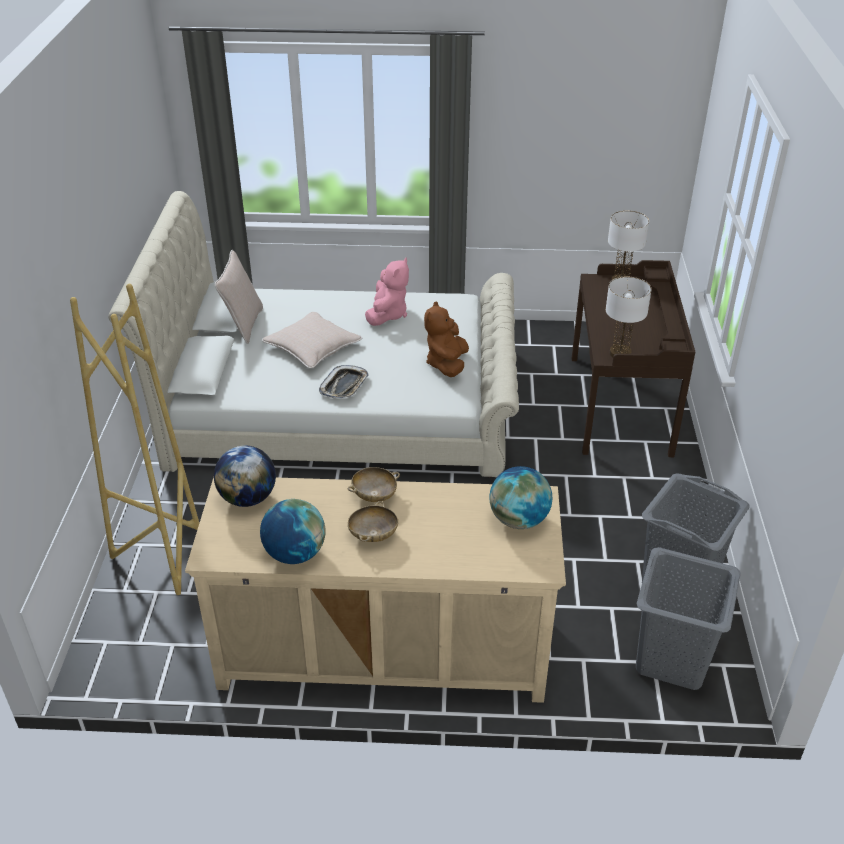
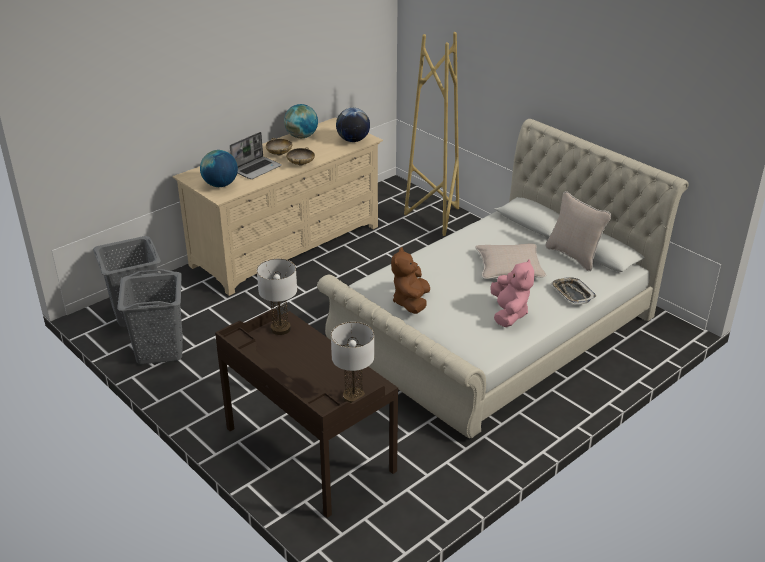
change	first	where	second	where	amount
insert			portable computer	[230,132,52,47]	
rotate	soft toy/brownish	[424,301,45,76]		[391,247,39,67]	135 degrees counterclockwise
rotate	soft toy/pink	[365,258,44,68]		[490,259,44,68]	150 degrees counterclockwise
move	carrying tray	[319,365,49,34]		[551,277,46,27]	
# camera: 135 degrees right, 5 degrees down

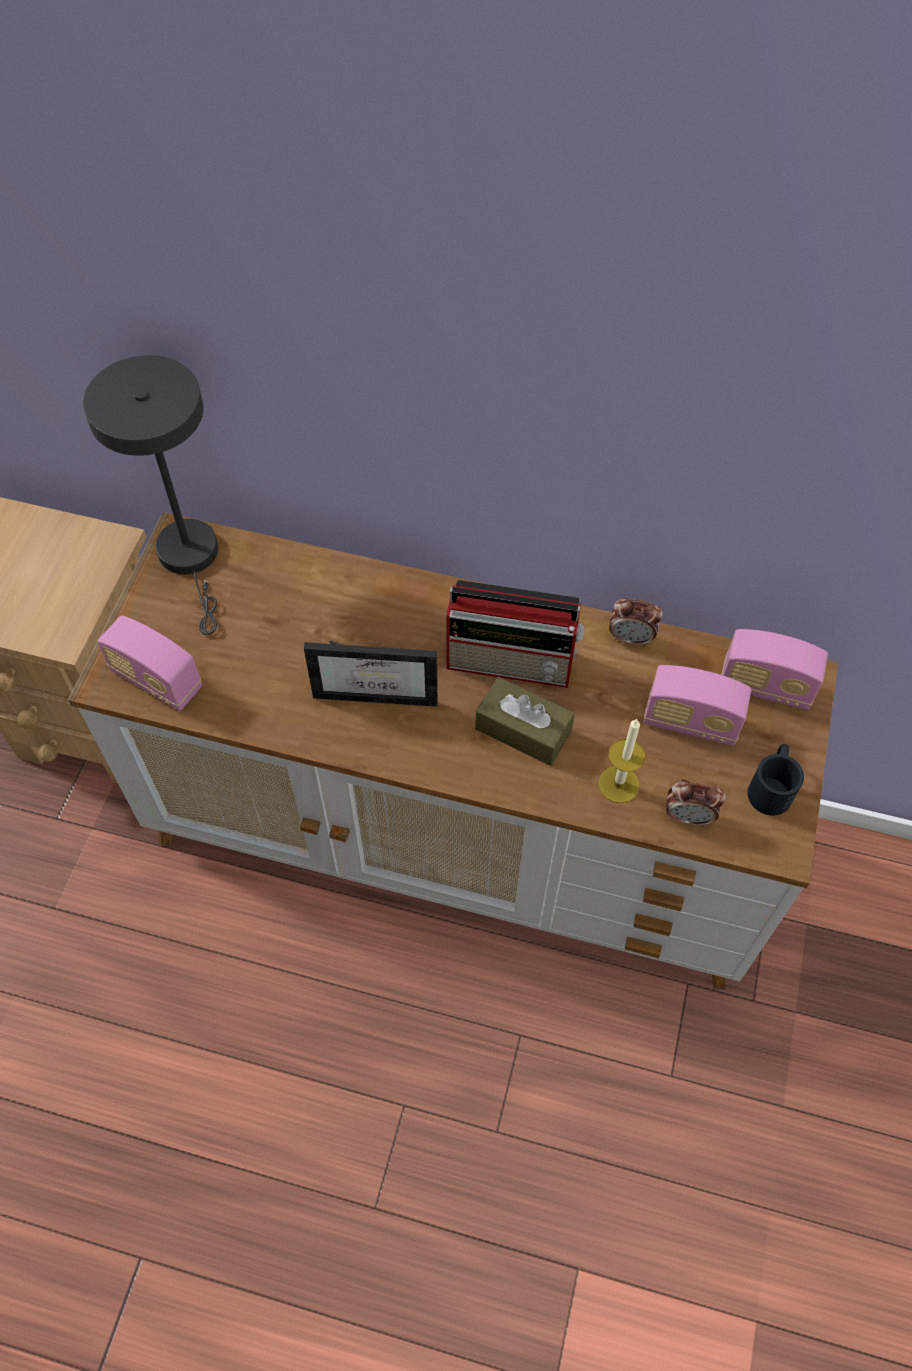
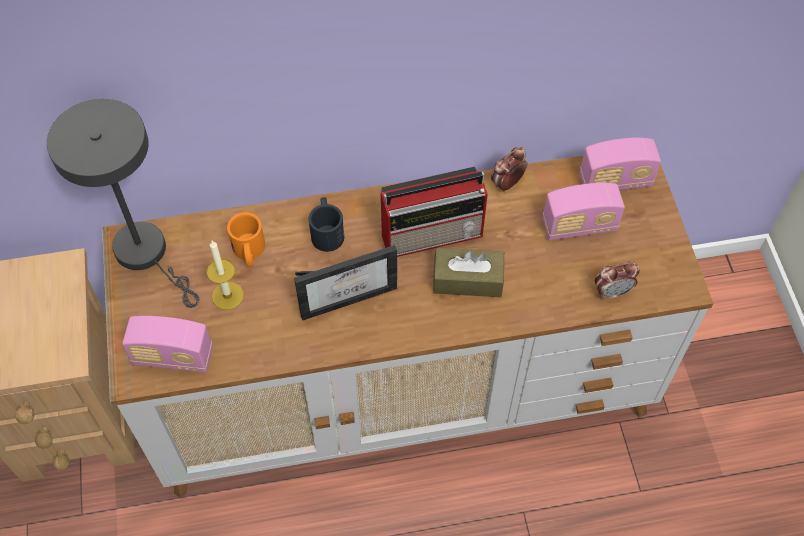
change	first	where	second	where	amount
move	candle	[598,719,47,84]		[207,241,37,69]	
insert			coffee mug/orange	[227,212,38,55]	
move	coffee mug/black	[748,744,56,72]		[309,197,35,55]	
rotate	bedside clock	[609,598,54,49]		[491,147,37,45]	150 degrees clockwise
# camera: 25 degrees left, 0 degrees up

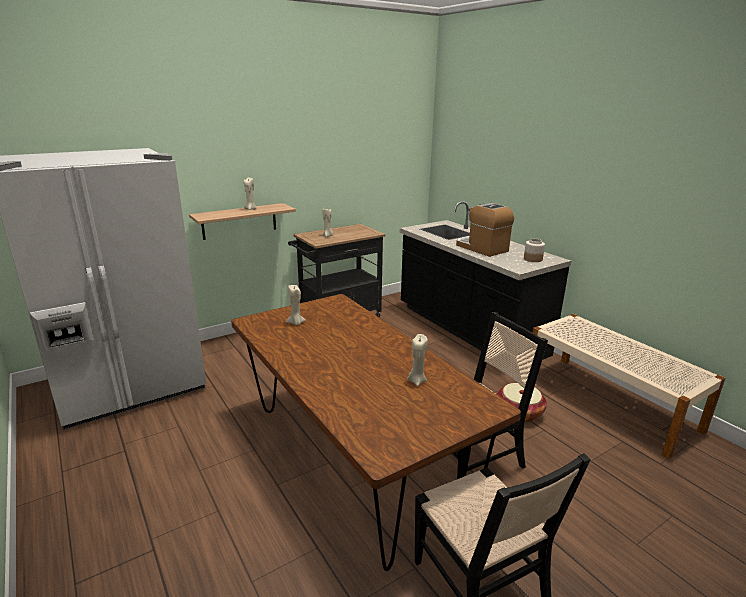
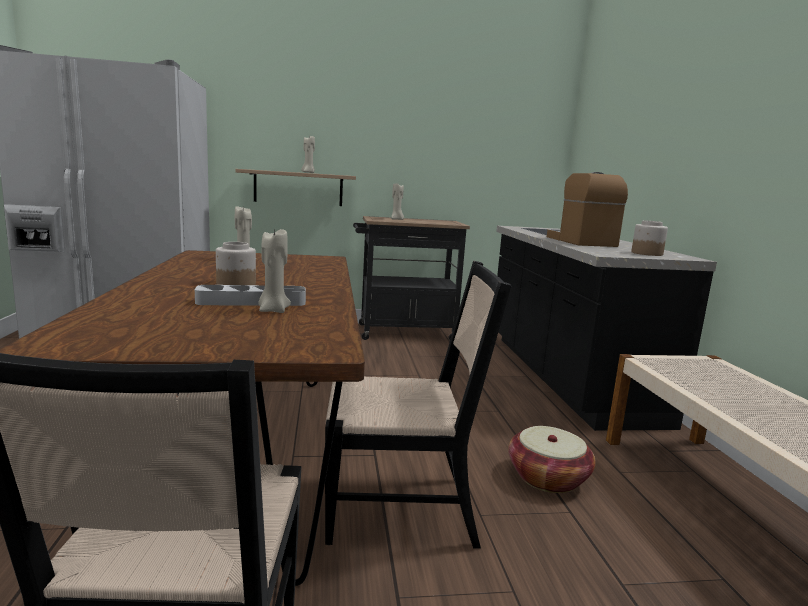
change	first	where	second	where	amount
insert			carrying tray/gray	[195,285,111,21]	
insert			preserve jar	[216,242,40,43]	
# camera: 25 degrees right, 10 degrees down

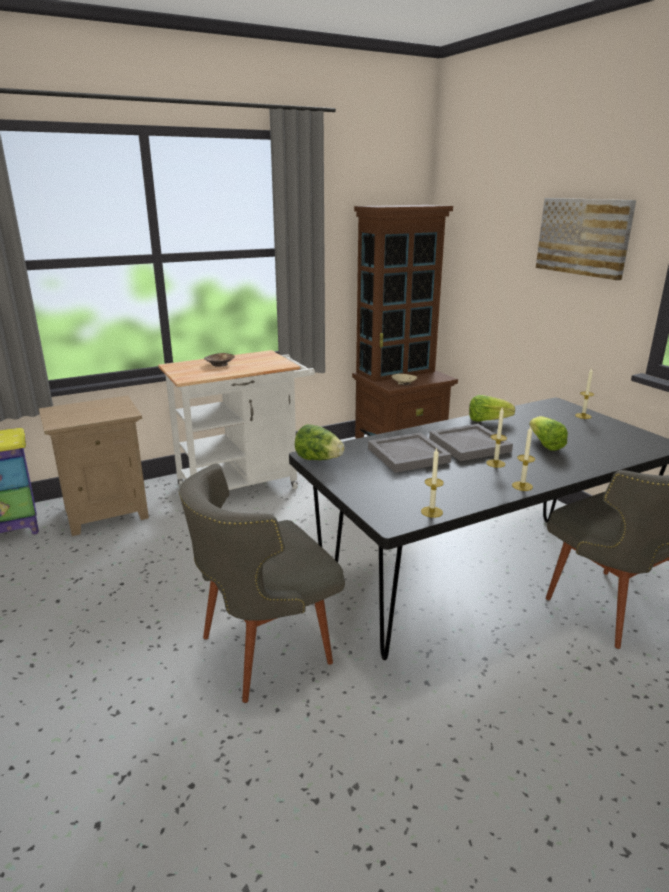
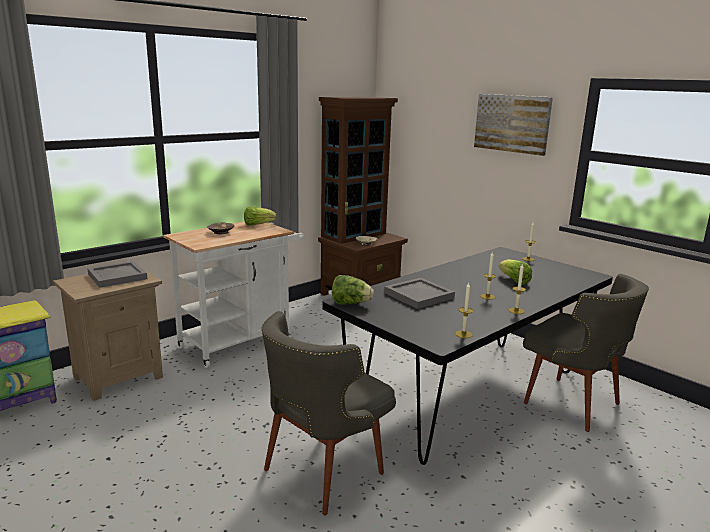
change	first	where	second	where	amount
move	carrying tray/gray	[429,424,84,37]		[87,261,60,27]	
move	head of lettuce	[469,395,46,27]		[244,206,33,19]	
# camera: 15 degrees left, 5 degrees down

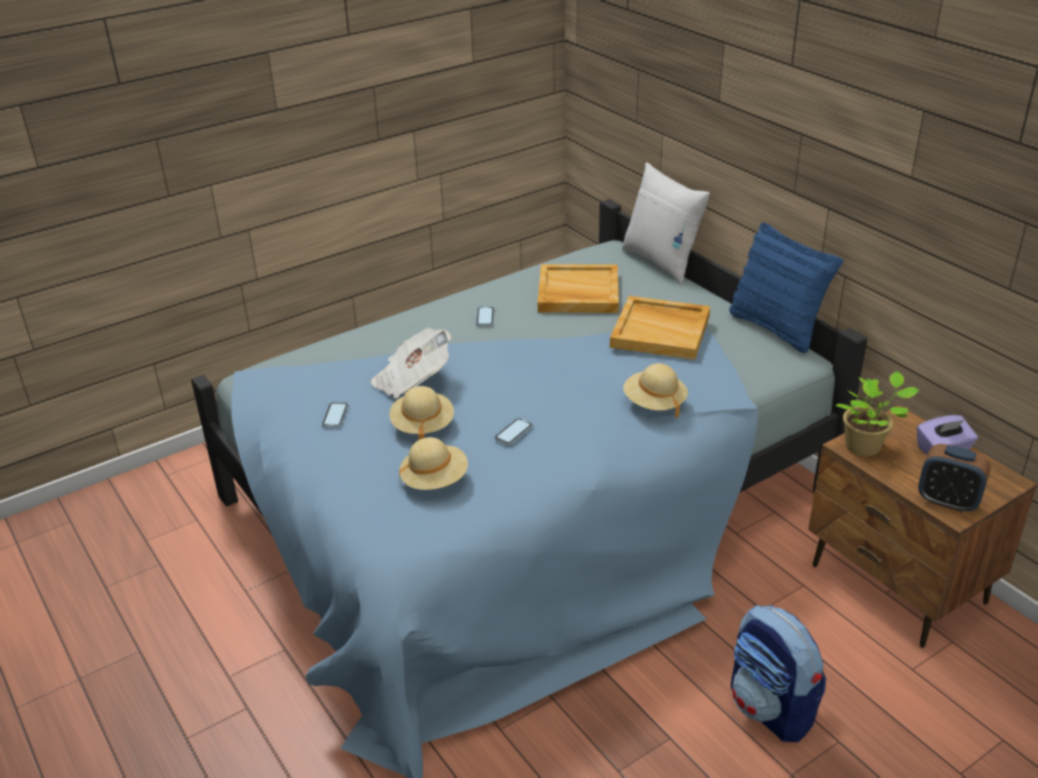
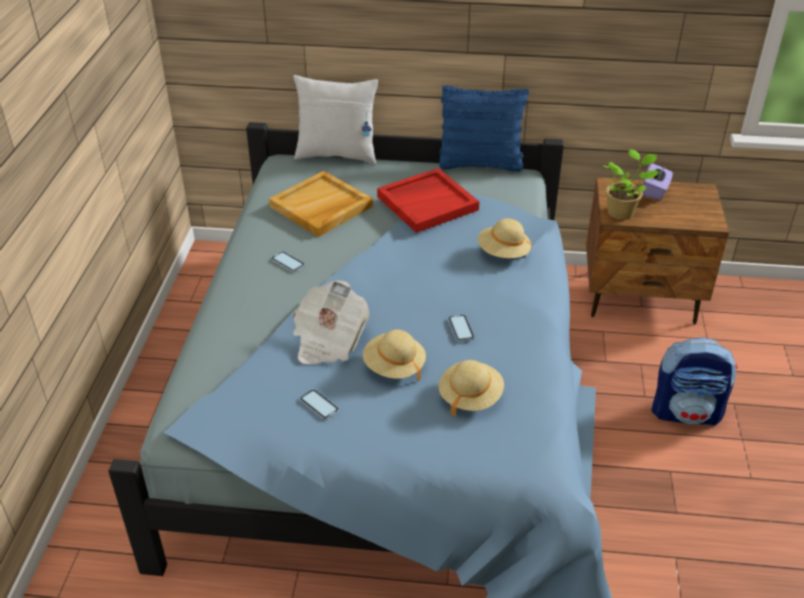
change	first	where	second	where	amount
recolor	carrying tray/sand-coloured	[610,296,100,64]	carrying tray/reddish	[377,168,102,65]	
delete	bedside clock	[918,444,73,69]			
# camera: 50 degrees left, 5 degrees up

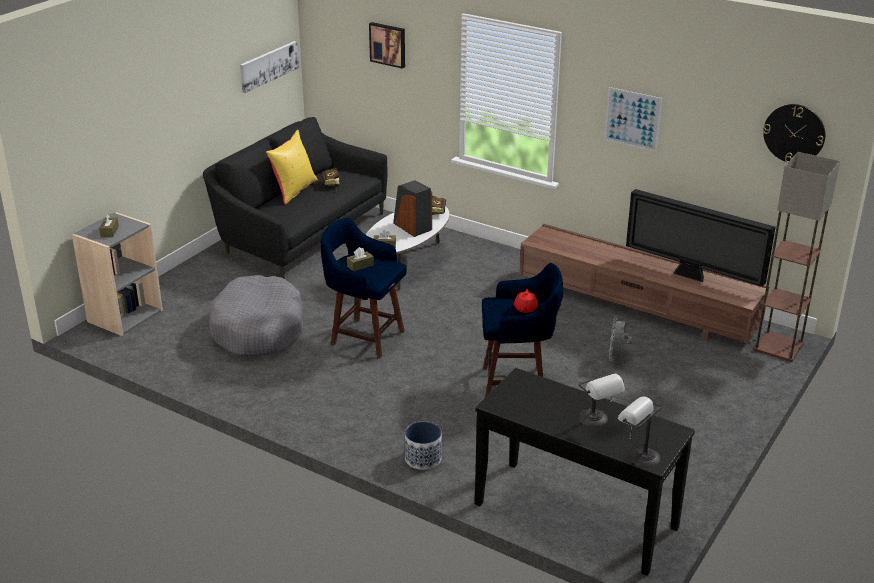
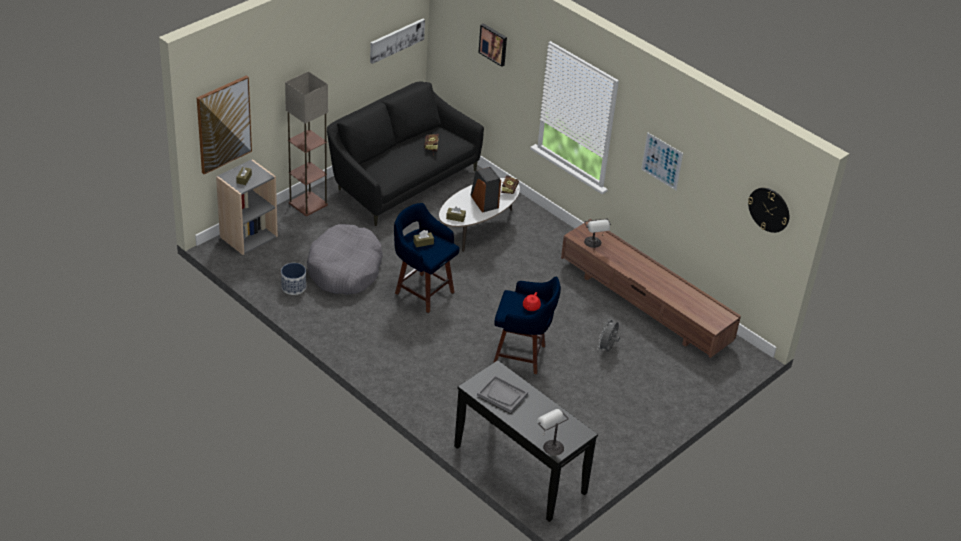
change	first	where	second	where	amount
insert			wall art	[197,75,55,99]	
move	flower pot	[405,421,37,49]		[281,263,25,32]	
move	standing lamp	[754,152,86,210]		[285,71,43,145]	
insert			carrying tray/gray	[477,375,51,38]	
move	lamp for a table	[578,373,47,54]		[584,219,27,29]	
delete	pillow/yellow-coloured	[266,130,52,74]			
delete	TV set	[626,189,150,97]			
# camera: 10 degrees right, 10 degrees up

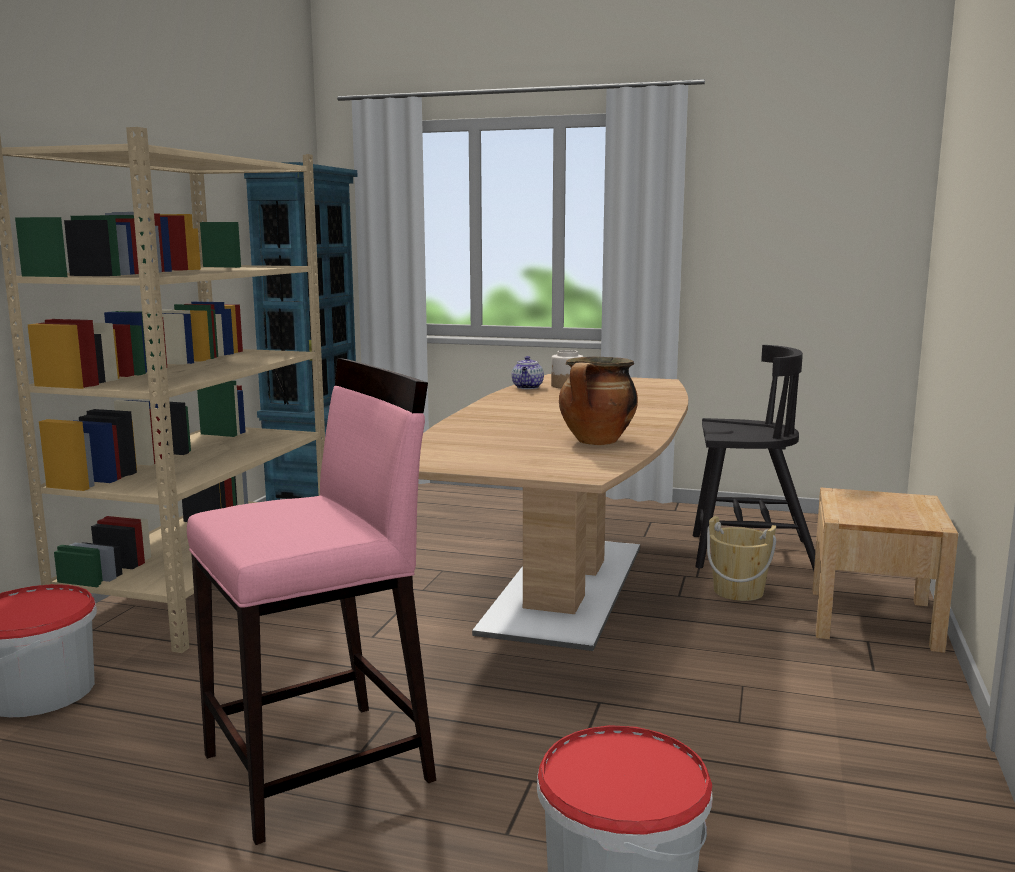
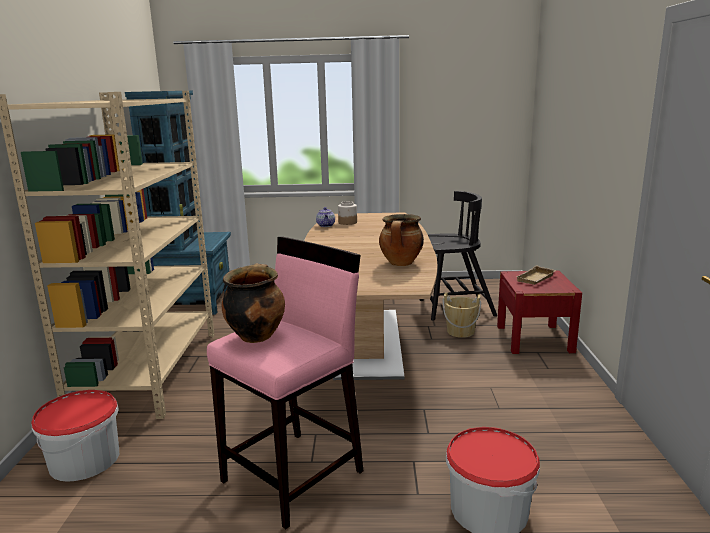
change	first	where	second	where	amount
insert			saucepot	[222,263,63,80]	
recolor	bedside table/sand-coloured	[813,488,145,165]	bedside table/reddish	[497,271,85,83]	
insert			carrying tray/sand-coloured	[516,265,40,20]	
# camera: 15 degrees left, 5 degrees up

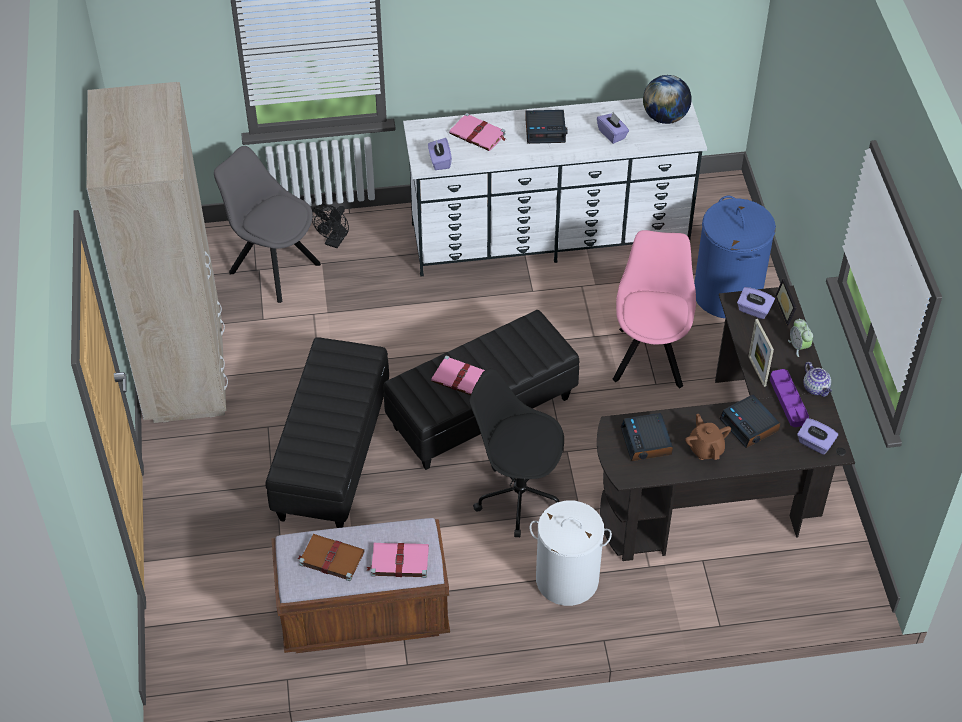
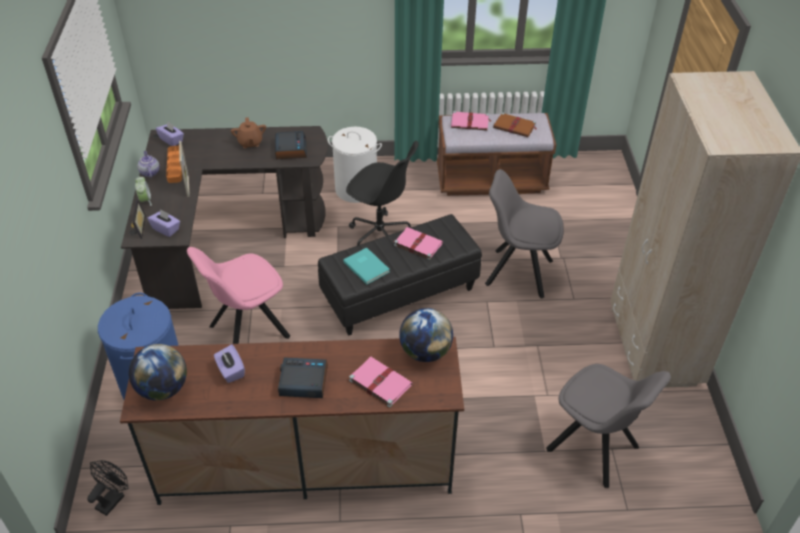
change	first	where	second	where	amount
move	cooling fan/black	[312,204,37,44]		[87,460,41,56]	
recolor	chest of drawers/whitish	[403,98,304,179]	chest of drawers/brownish	[120,337,344,168]	
recolor	carrying tray/purplish	[770,369,39,58]	carrying tray/orange	[166,146,16,37]	
rotate	plain chair/pink	[613,230,83,158]		[187,247,103,97]	45 degrees clockwise
insert			book/blue-green	[343,247,47,38]	
replace	box of tissues/purplish	[428,138,24,32]	desk globe	[399,308,54,54]	
replace	pouffe/black	[266,337,123,191]	plain chair/gray	[485,169,79,130]	
delete	bedside clock	[720,395,60,53]			
# camera: 175 degrees left, 5 degrees down

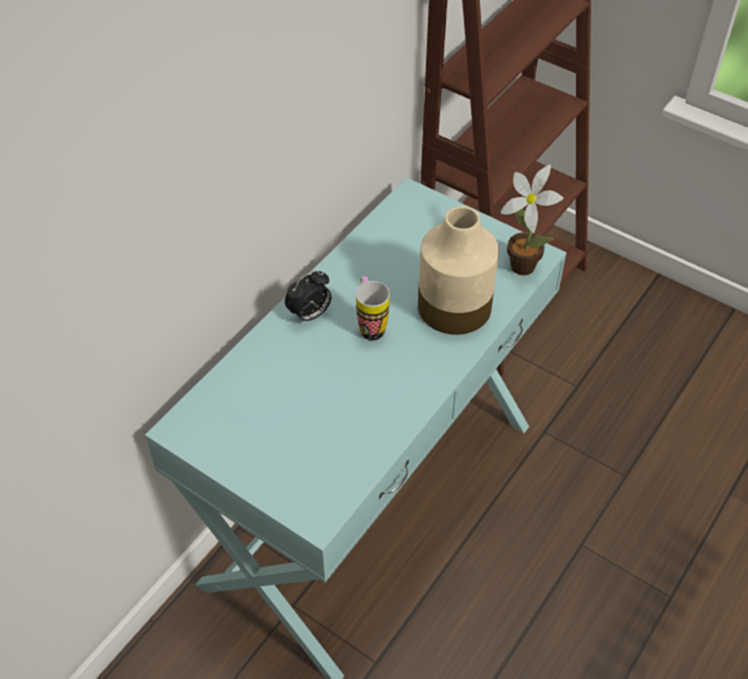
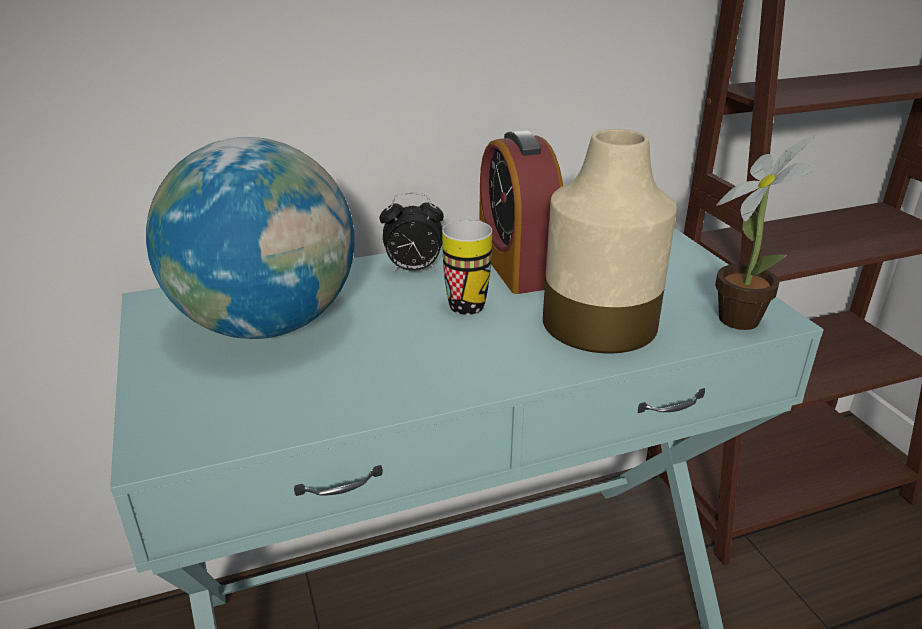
change	first	where	second	where	amount
insert			desk globe	[146,137,209,202]	
insert			bedside clock	[479,130,84,164]	
# camera: 35 degrees right, 20 degrees down

